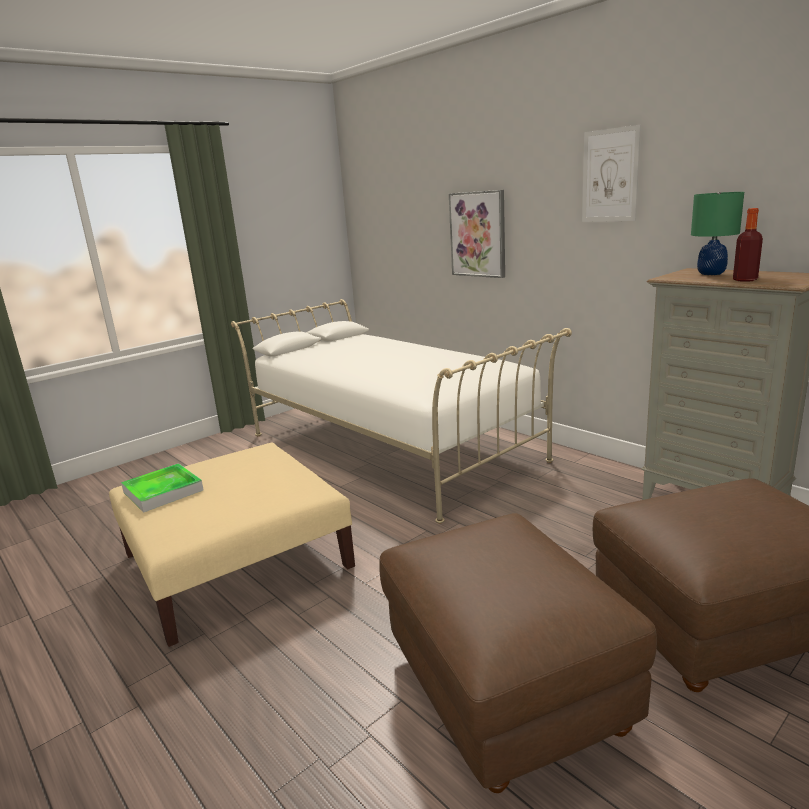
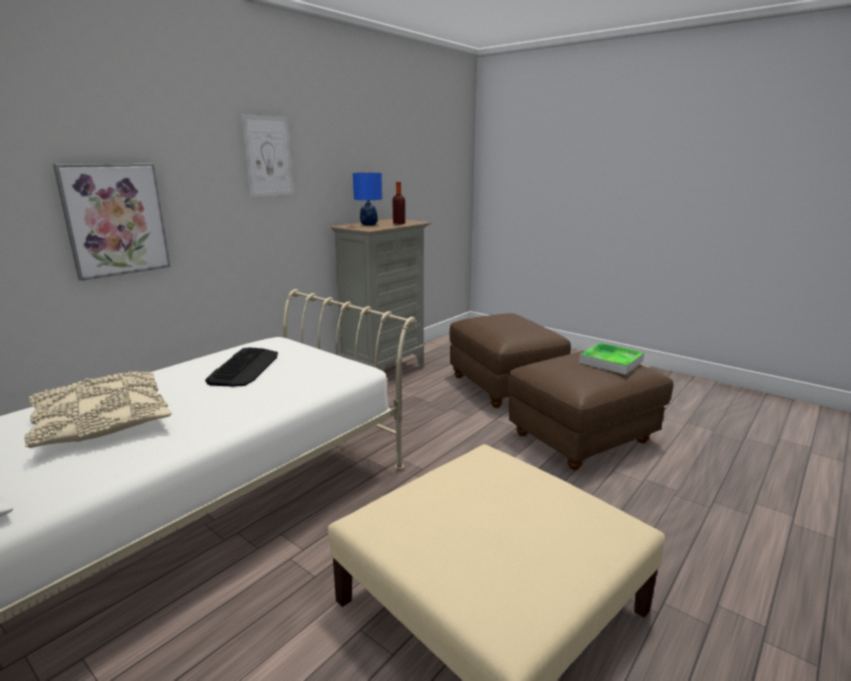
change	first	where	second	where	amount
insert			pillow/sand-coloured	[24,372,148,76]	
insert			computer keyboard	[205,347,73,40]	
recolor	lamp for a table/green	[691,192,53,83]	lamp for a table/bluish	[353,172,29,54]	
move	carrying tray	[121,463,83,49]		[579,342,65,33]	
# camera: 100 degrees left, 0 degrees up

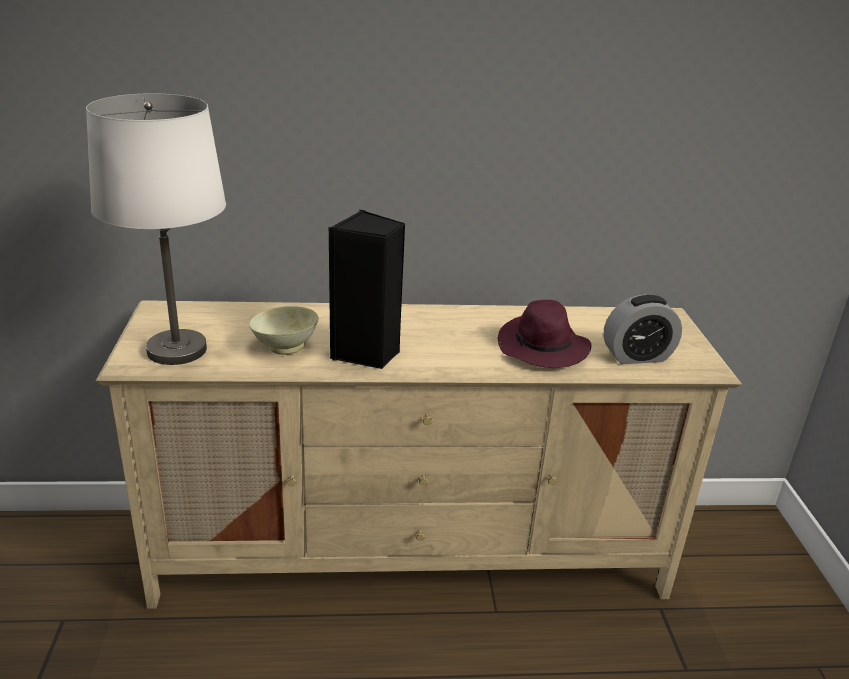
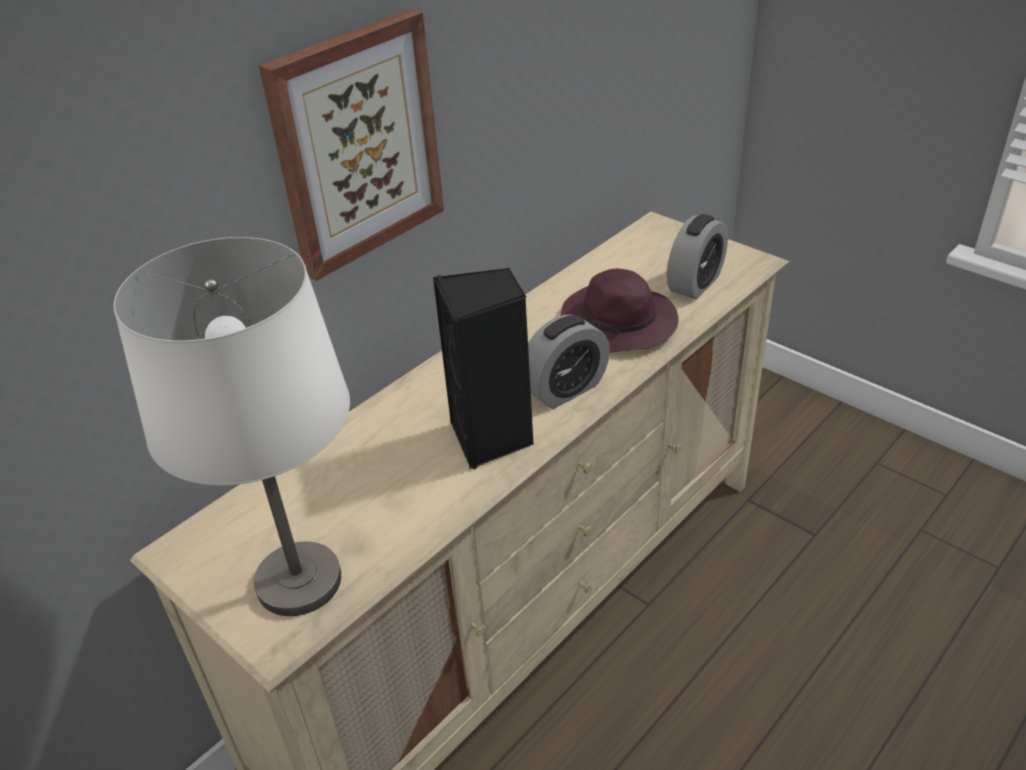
change	first	where	second	where	amount
insert			wall art	[259,9,185,272]	
insert			bedside clock	[528,314,82,95]	
delete	serving bowl/sand-coloured	[249,306,70,49]			
# camera: 40 degrees left, 10 degrees up

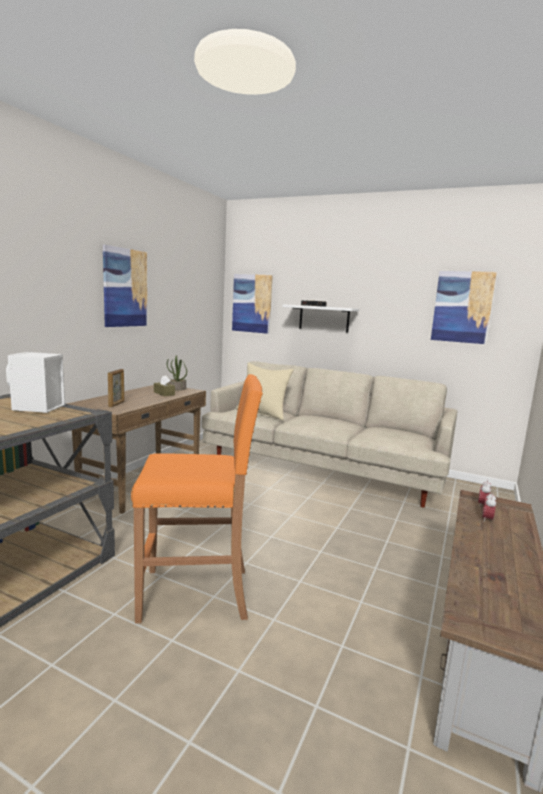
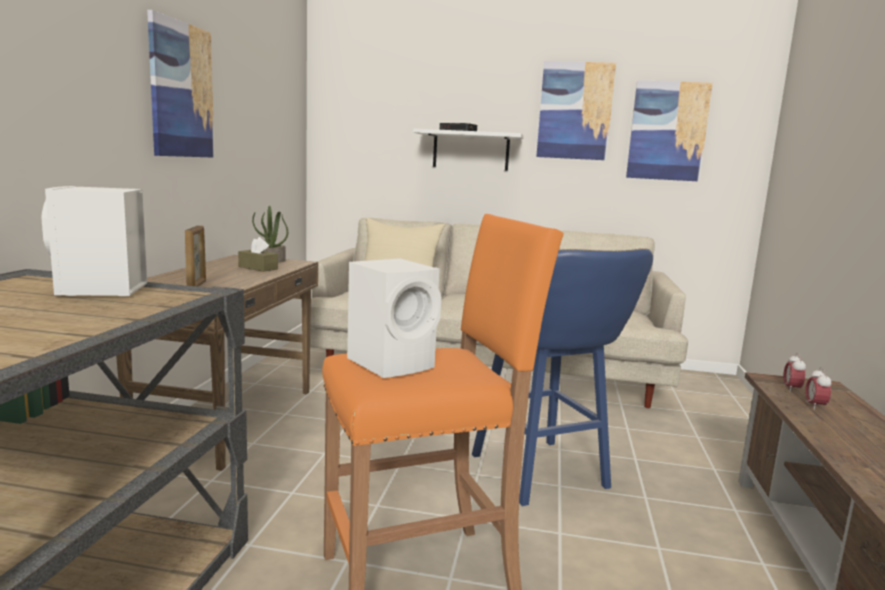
change	first	where	second	where	amount
insert			audio speaker/whitish	[347,258,94,120]	
insert			sitting stool/bluish	[472,248,181,258]	
move	wall art	[232,274,41,60]		[536,61,80,99]	
# camera: 15 degrees left, 0 degrees up

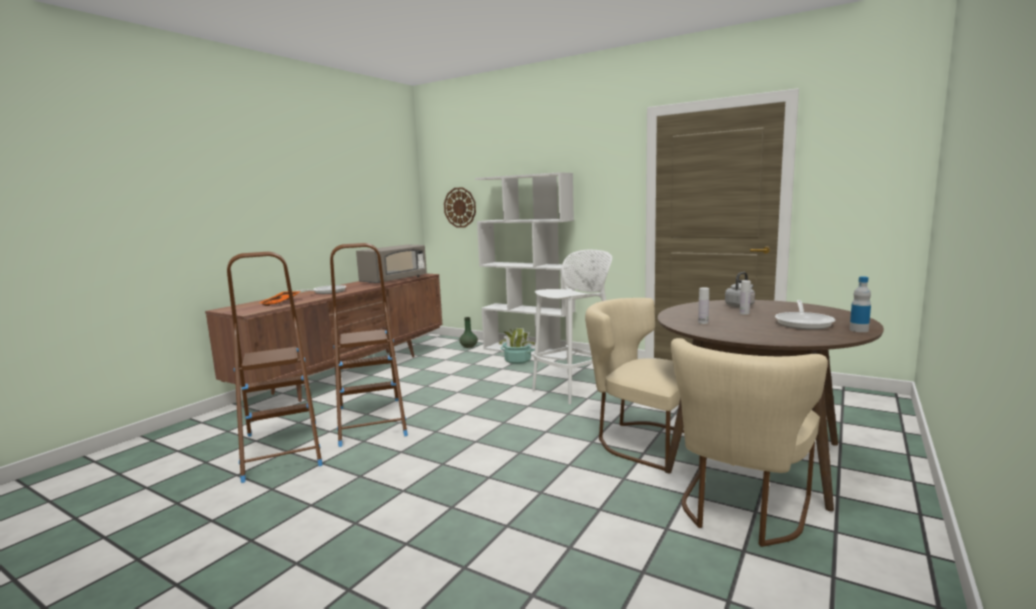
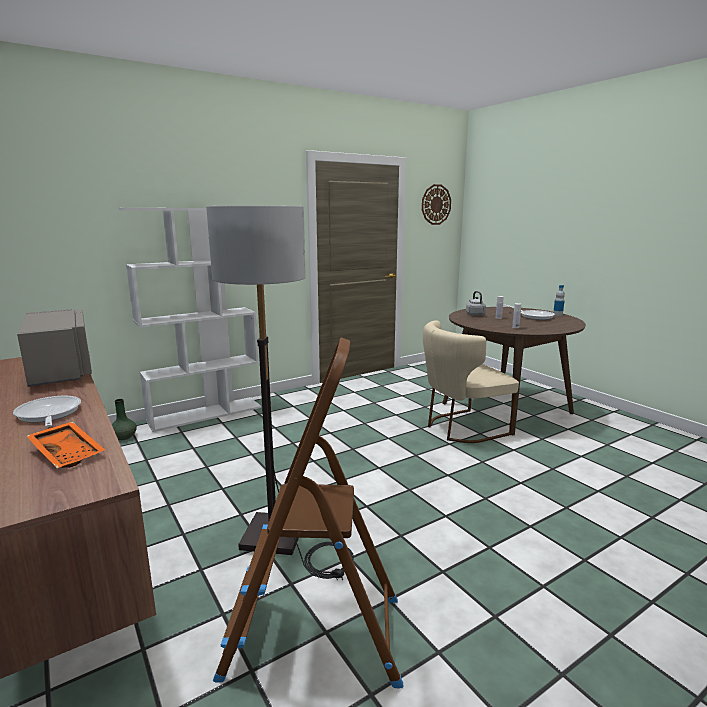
change	first	where	second	where	amount
replace	step stool/brownish	[330,243,78,204]	standing lamp	[206,205,148,375]	
move	hanging clock	[444,187,32,41]		[422,184,29,41]	
delete	plant in a pot	[498,327,37,37]			
delete	sitting stool/whitish	[532,250,80,154]			
delete	plain chair/sand-coloured	[671,338,157,209]			
# camera: 65 degrees left, 5 degrees up

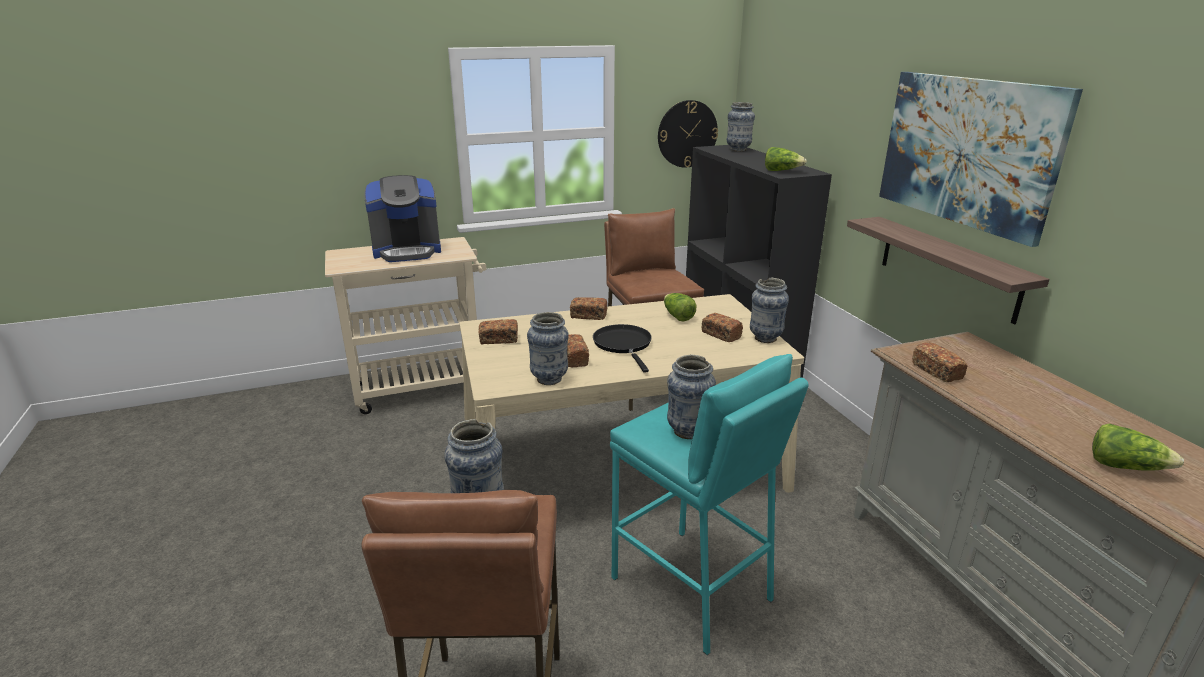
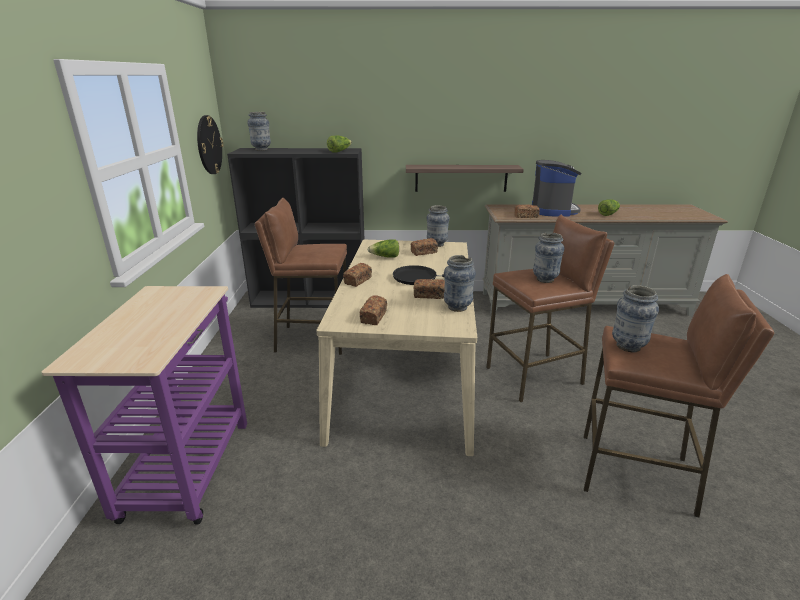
change	first	where	second	where	amount
recolor	wheeled cart/sand-coloured	[325,237,161,177]	wheeled cart/purplish	[42,286,205,238]	
recolor	sitting stool/blue-green	[610,354,199,301]	sitting stool/brownish	[486,215,128,187]	
move	coffee maker	[364,175,77,87]		[532,160,50,57]	
delete	wall art	[879,72,204,175]			
# camera: 70 degrees left, 0 degrees up

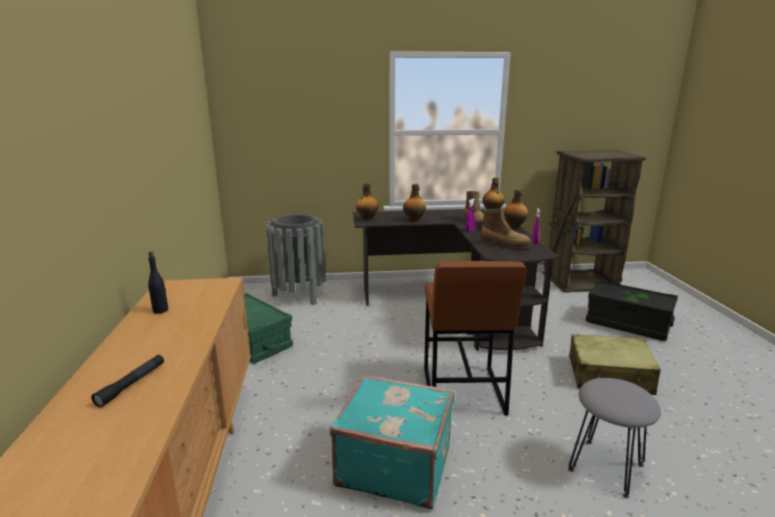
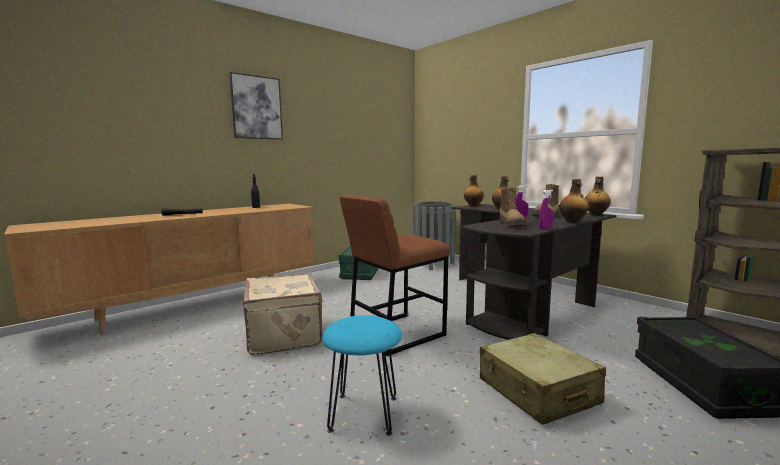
change	first	where	second	where	amount
insert			wall art	[229,72,54,68]	
recolor	suitcase/blue-green	[330,374,125,135]	suitcase/sand-coloured	[243,273,81,82]	
recolor	sitting stool/gray	[568,378,93,120]	sitting stool/blue-green	[322,315,80,121]	
# camera: 55 degrees right, 10 degrees down

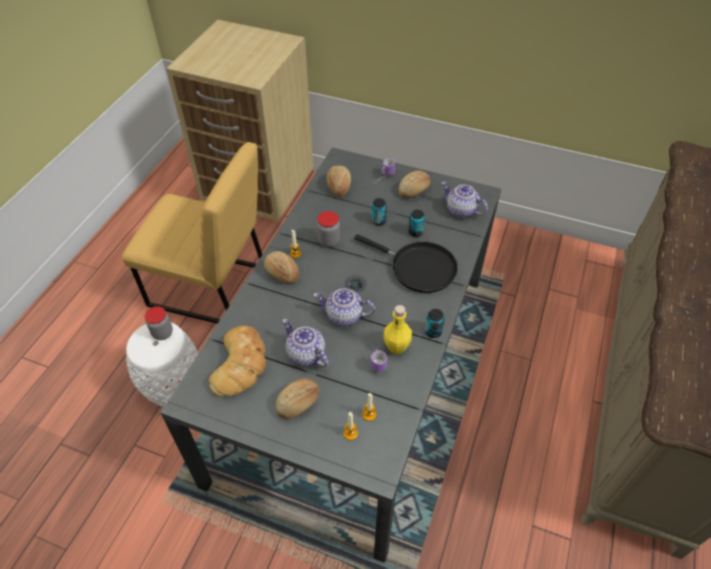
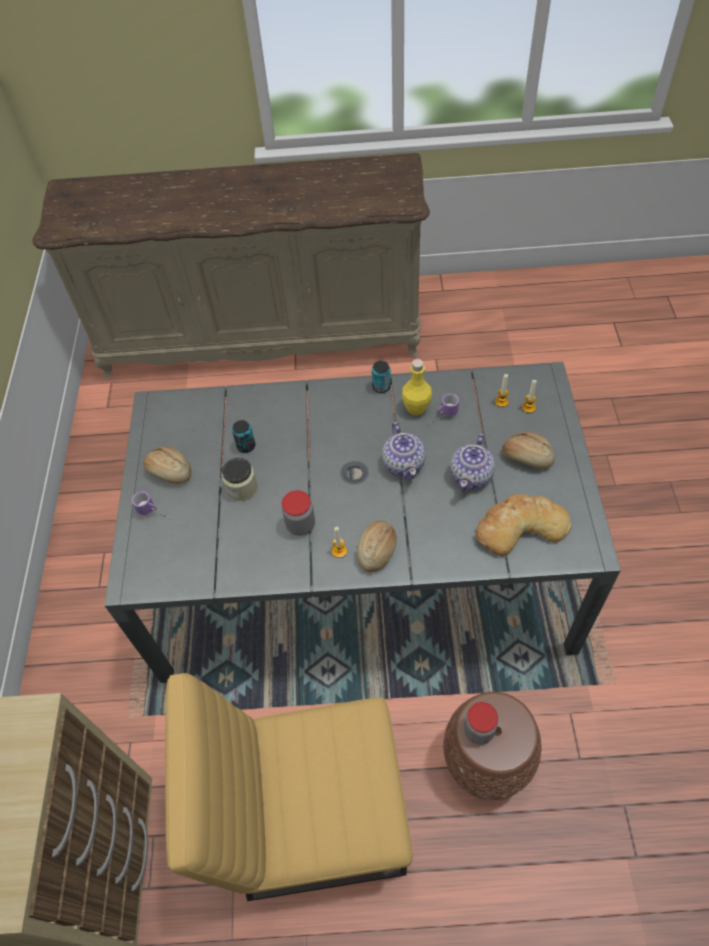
change	first	where	second	where	amount
rotate	plain chair/yellow-coloured	[122,142,140,182]		[165,673,248,228]	90 degrees counterclockwise
replace	metal can	[371,198,16,27]	preserve jar	[222,458,36,43]	
recolor	sitting stool/whitish	[126,322,72,85]	sitting stool/brownish	[443,692,98,108]	
delete	bread	[327,165,24,32]			
delete	frying pan/black	[354,234,104,59]			
delete	tea pot	[441,182,47,36]			
# camera: 110 degrees left, 5 degrees up

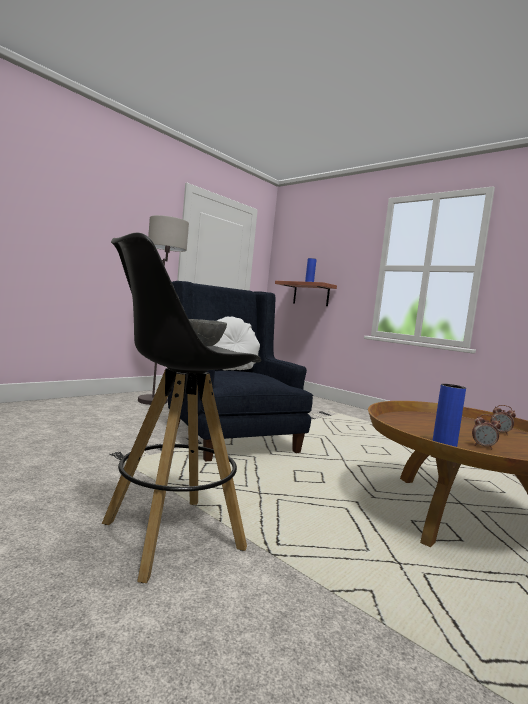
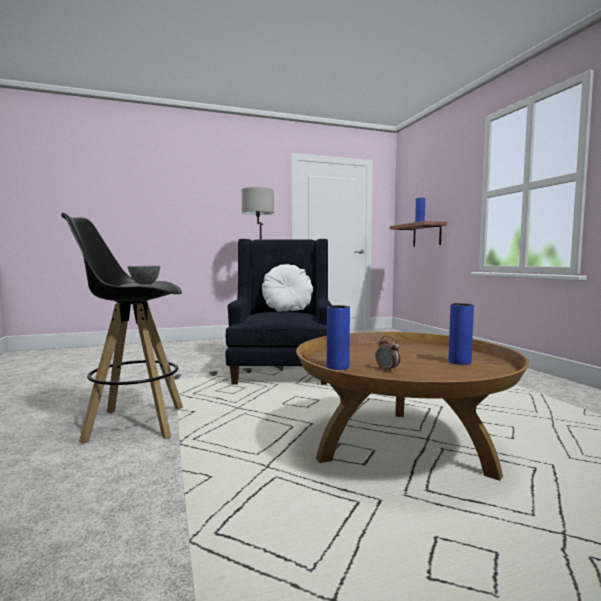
change	first	where	second	where	amount
replace	bedside clock	[490,405,26,30]	vase/bluish	[449,303,25,62]	
# camera: 30 degrees right, 0 degrees up

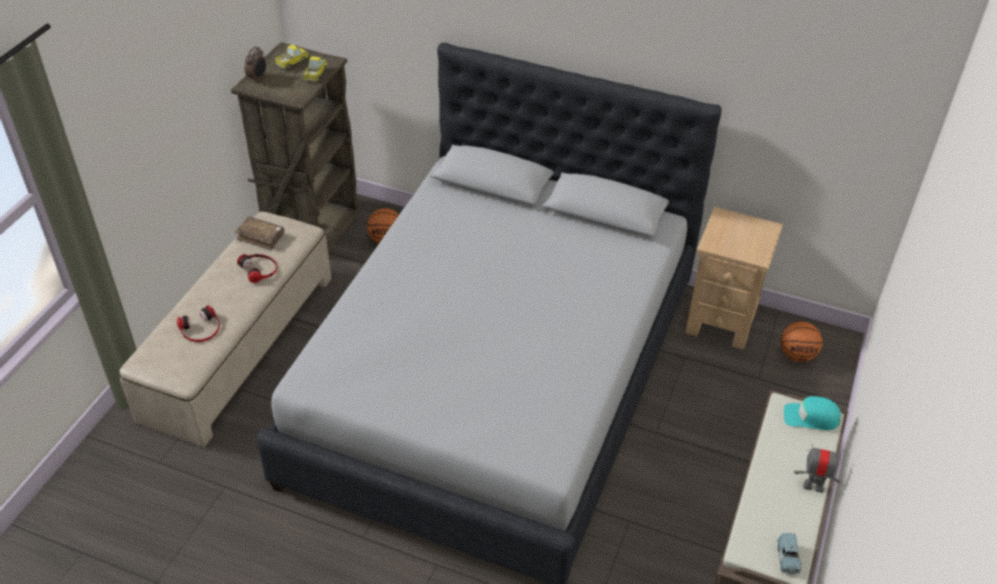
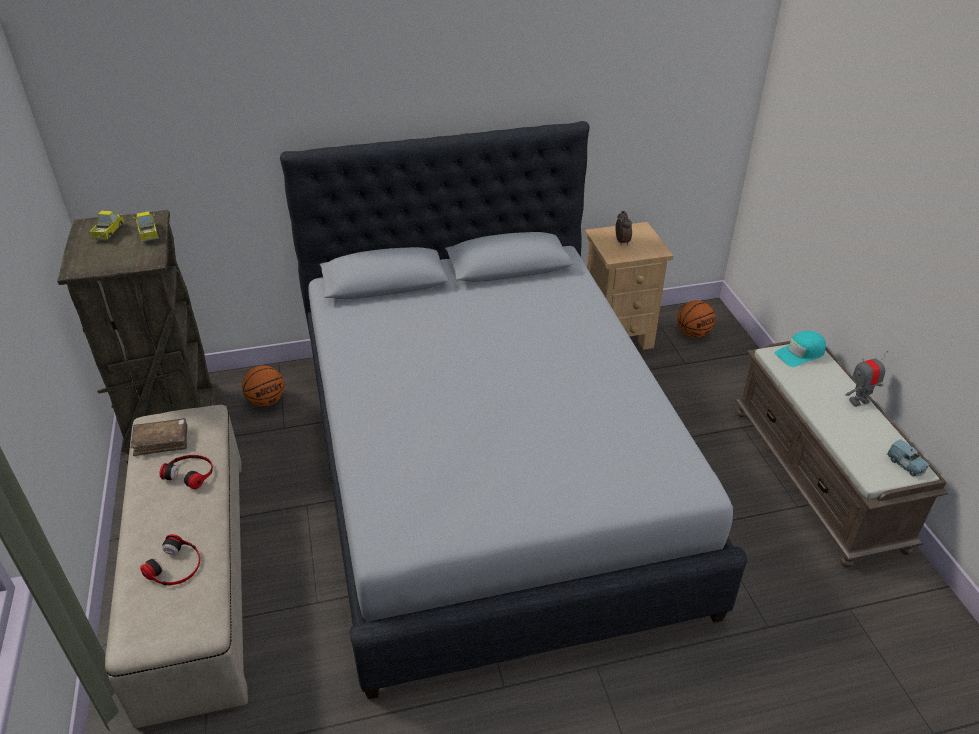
change	first	where	second	where	amount
move	bedside clock	[245,47,21,36]		[616,211,16,35]	
# camera: 35 degrees left, 5 degrees down

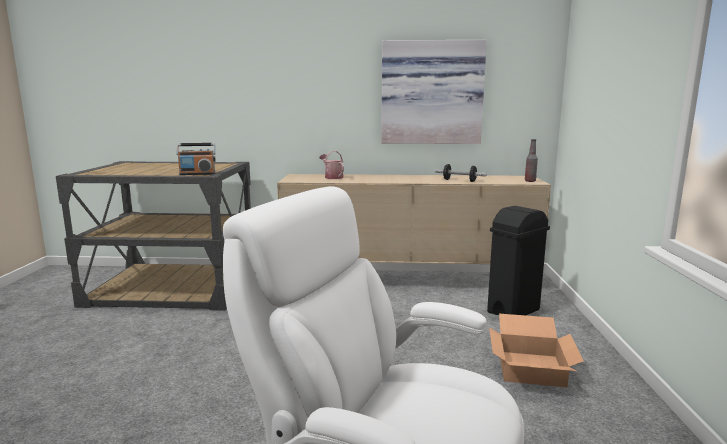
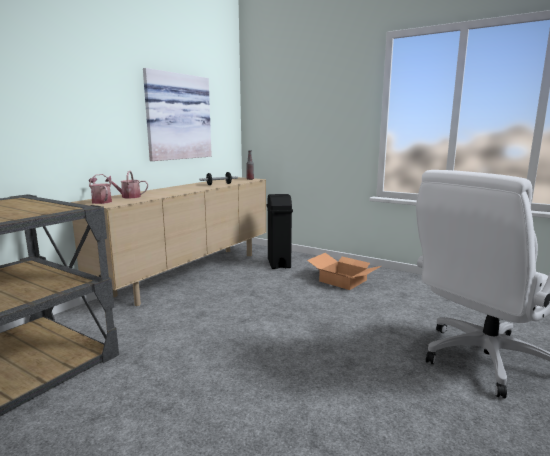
change	first	where	second	where	amount
insert			watering can	[88,174,24,30]	
delete	radio receiver	[176,143,40,32]			
# camera: 60 degrees left, 0 degrees up

